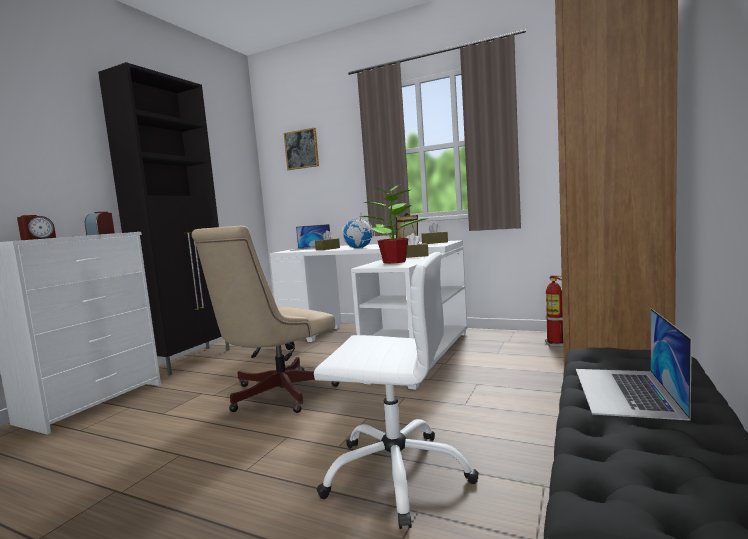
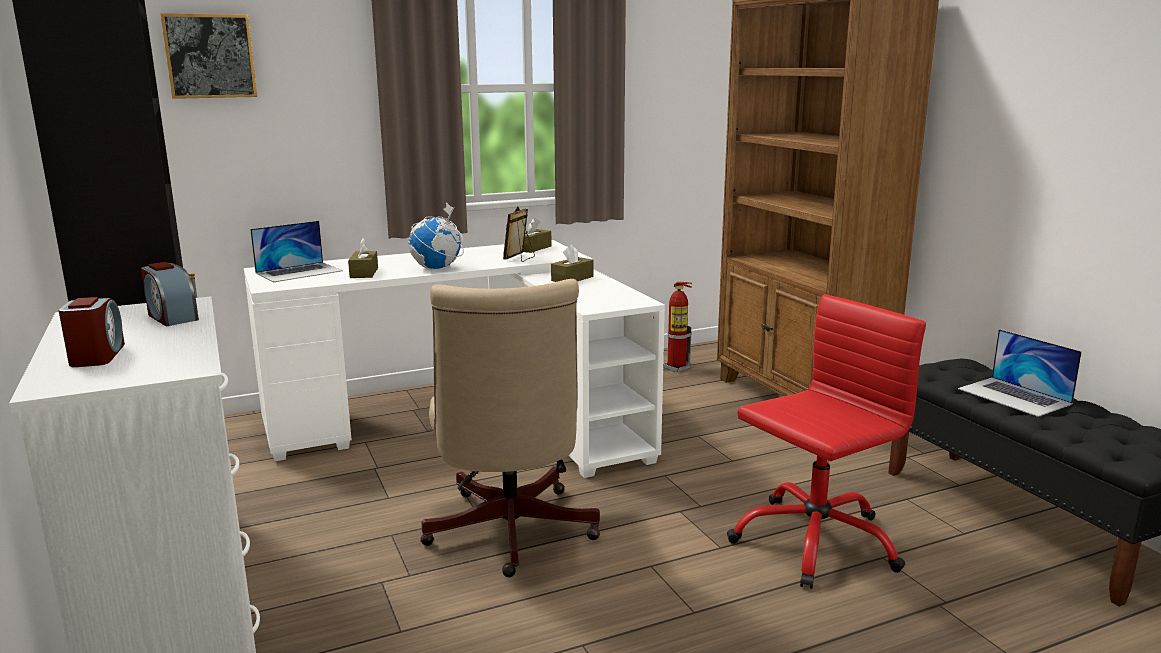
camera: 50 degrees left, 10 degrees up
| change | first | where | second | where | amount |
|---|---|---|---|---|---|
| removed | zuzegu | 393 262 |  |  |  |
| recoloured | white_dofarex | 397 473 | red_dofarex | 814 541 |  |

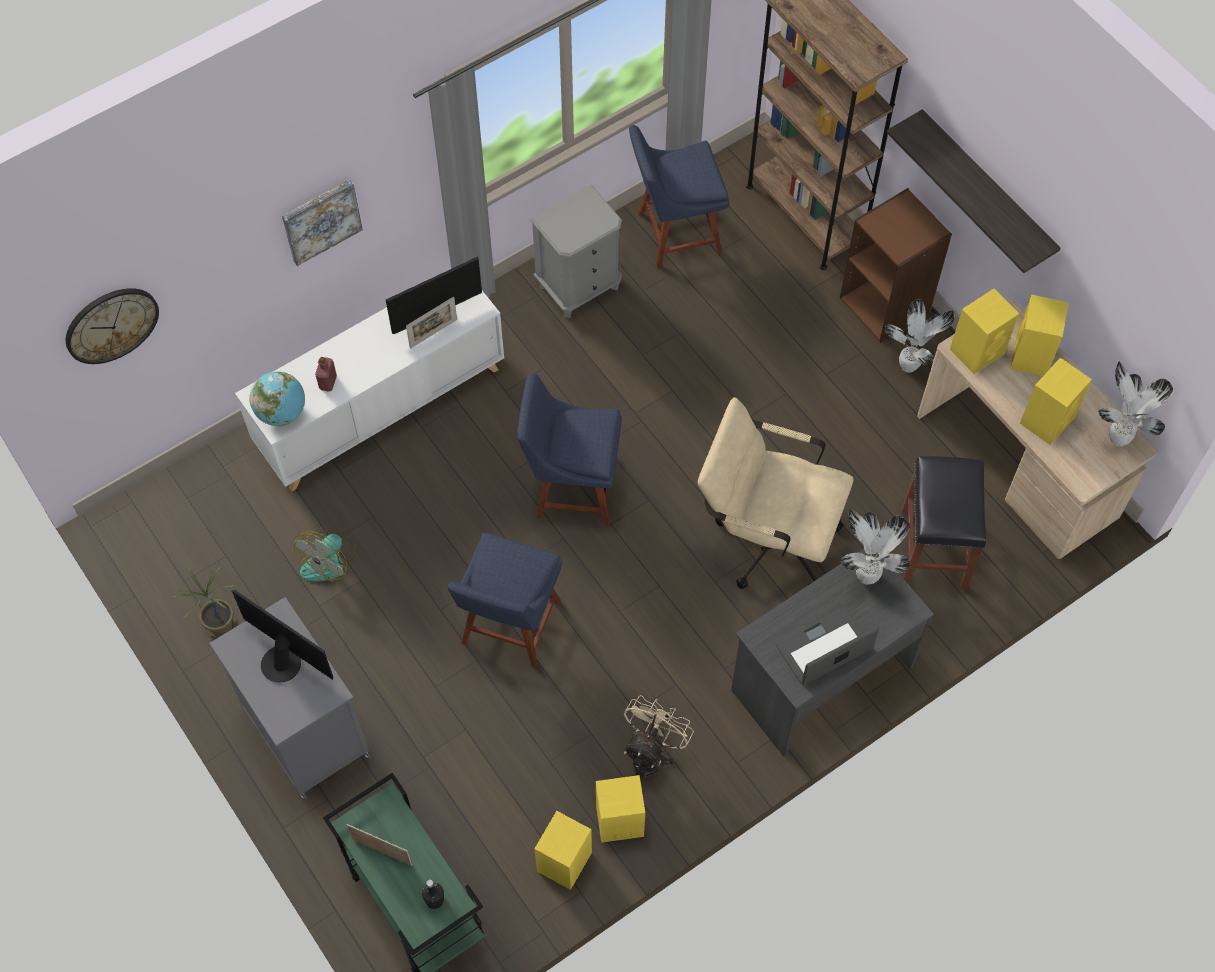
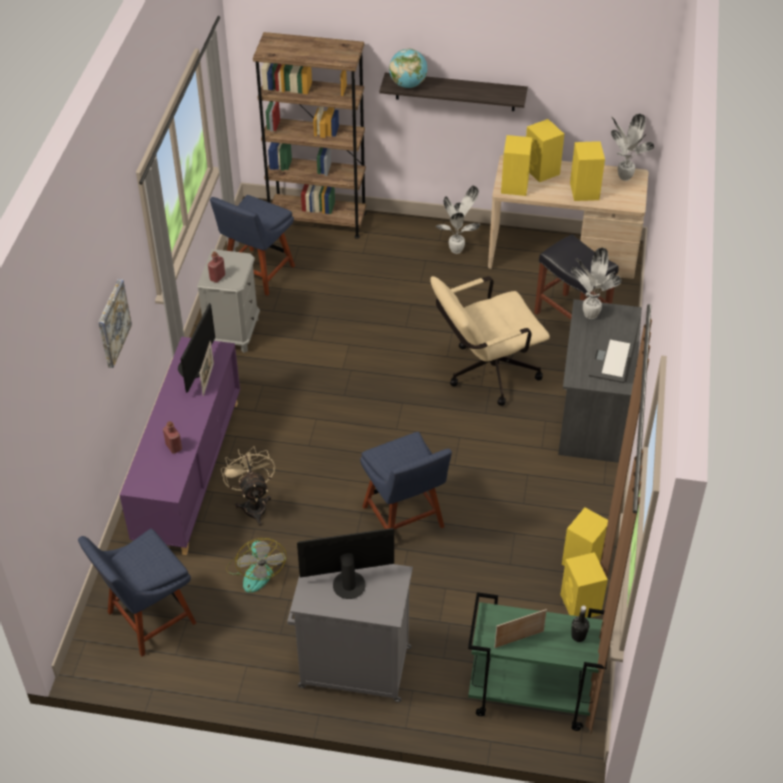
camera: 45 degrees left, 15 degrees down
| change | first | where | second | where | amount |
|---|---|---|---|---|---|
| removed | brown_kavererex | 885 304 |  |  |  |
| removed | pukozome | 111 324 |  |  |  |
| recoloured | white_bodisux | 381 408 | purple_bodisux | 189 472 |  |
| moved | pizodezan | 282 412 |  | 408 84 |  |
| moved | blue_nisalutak | 572 487 |  | 147 620 |  |
| removed | zuzegu | 220 626 |  |  |  |
| moved | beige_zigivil | 651 755 |  | 253 504 |  |
| added |  |  | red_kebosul | 217 277 |  |

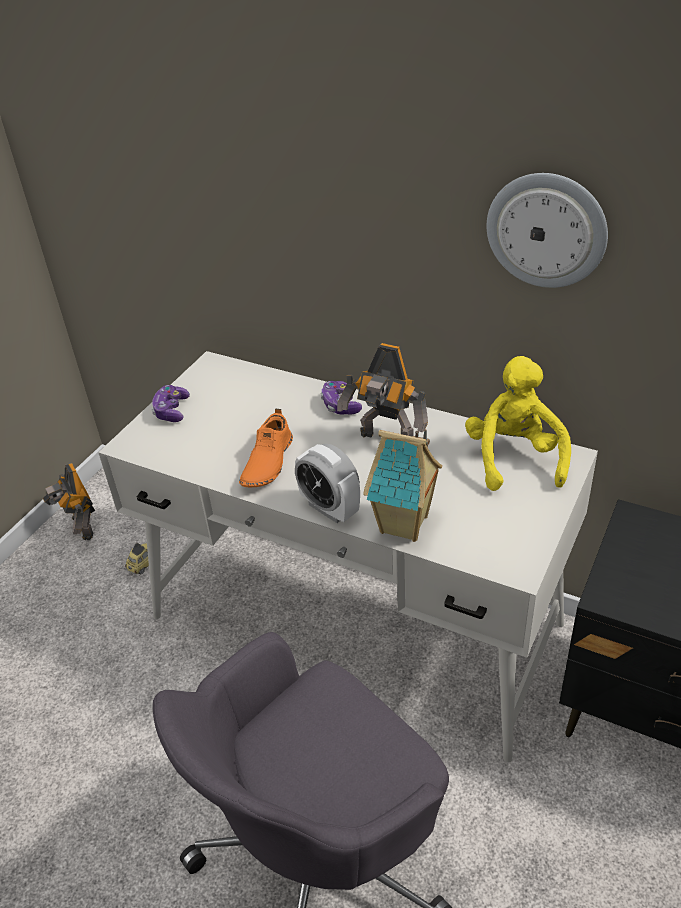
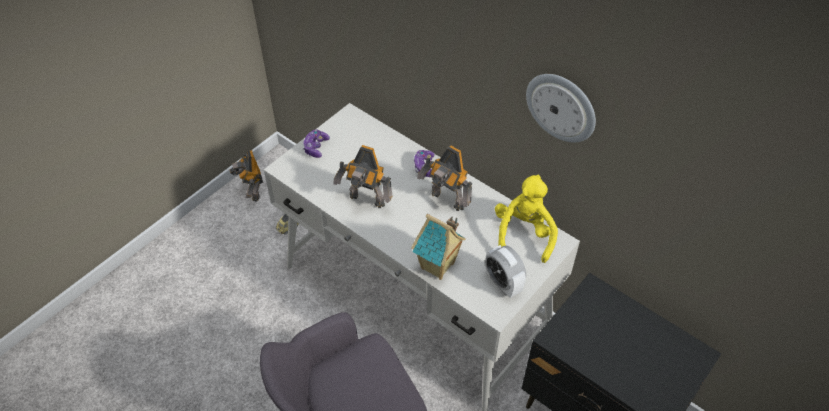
camera: 10 degrees right, 10 degrees up
| change | first | where | second | where | amount |
|---|---|---|---|---|---|
| replaced | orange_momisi | 267 462 | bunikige | 366 201 |  |
| moved | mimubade | 329 508 |  | 503 283 |  |

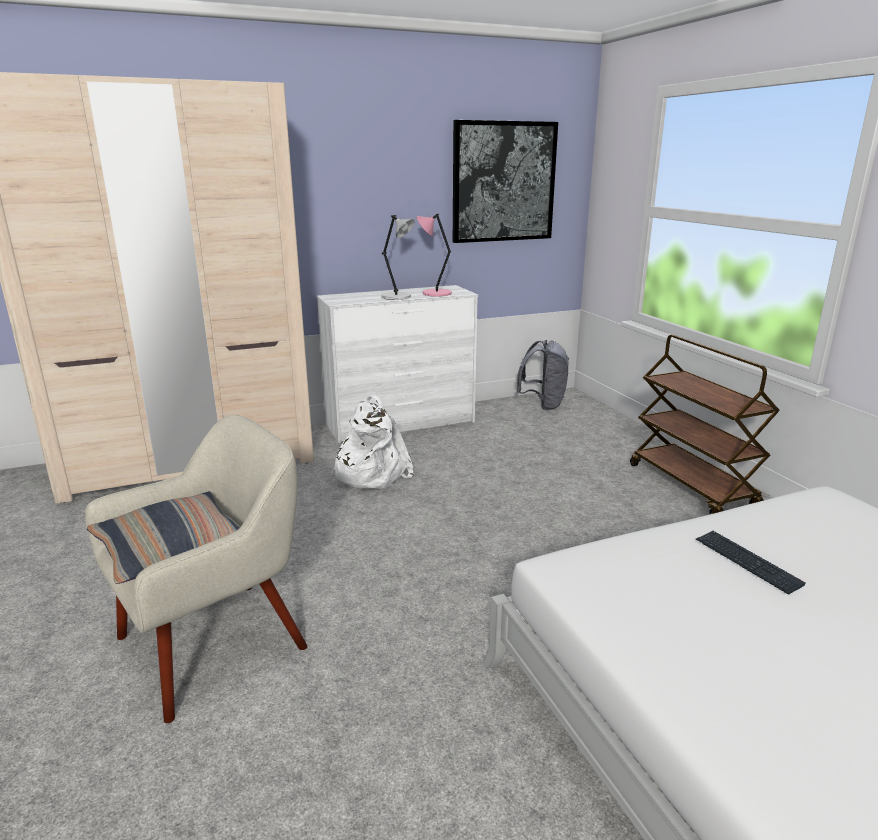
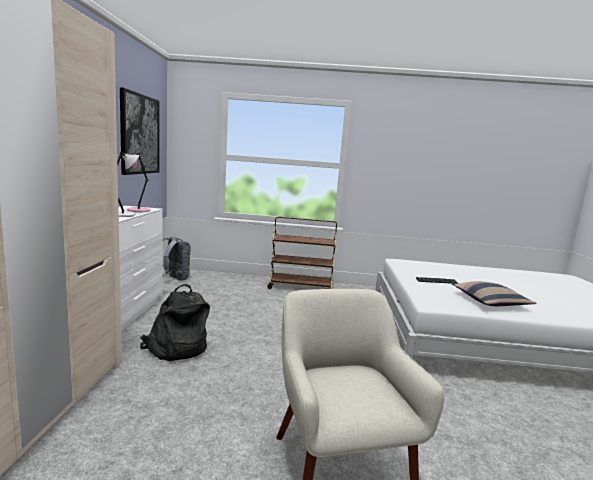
camera: 65 degrees left, 10 degrees down
| change | first | where | second | where | amount |
|---|---|---|---|---|---|
| recoloured | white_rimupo | 370 473 | black_rimupo | 176 348 |  |
| moved | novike | 171 549 |  | 490 301 |  |

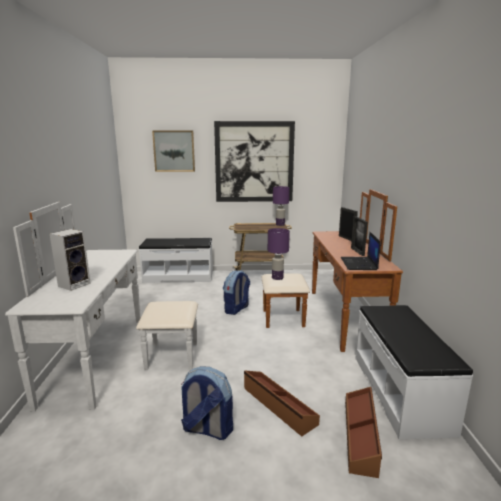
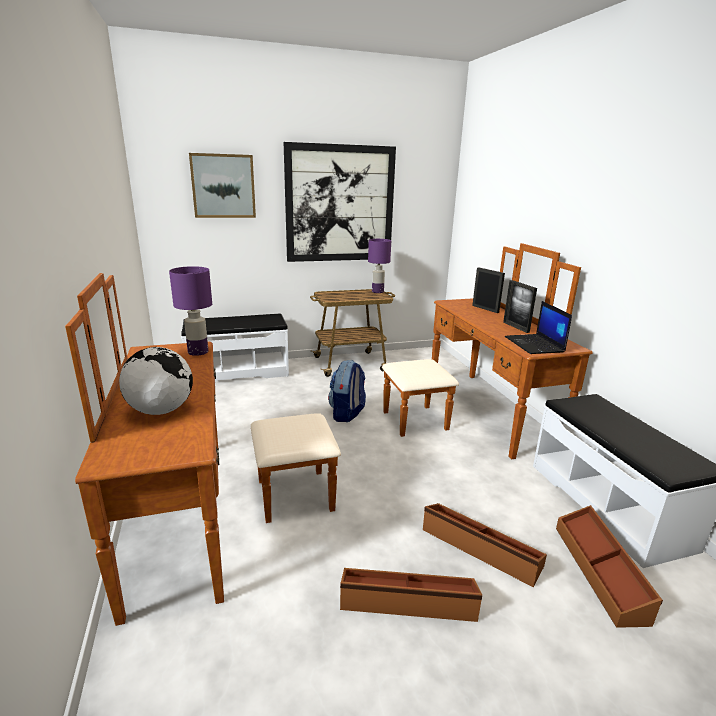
camera: 15 degrees left, 5 degrees up
| change | first | where | second | where | amount |
|---|---|---|---|---|---|
| recoloured | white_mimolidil | 114 356 | brown_mimolidil | 207 508 |  |
| moved | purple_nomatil | 277 278 |  | 198 352 |  |
| replaced | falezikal | 75 284 | pizodezan | 161 410 |  |
| replaced | rimupo | 207 429 | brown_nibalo | 407 601 |  |

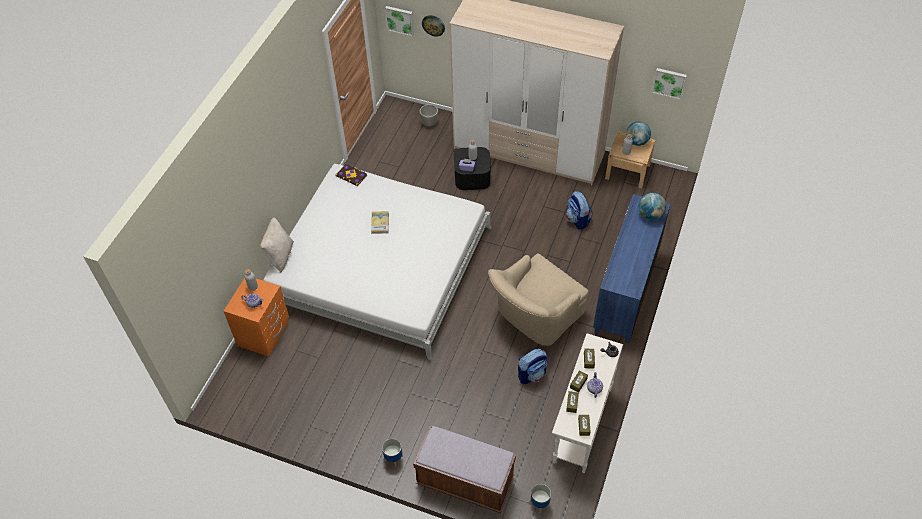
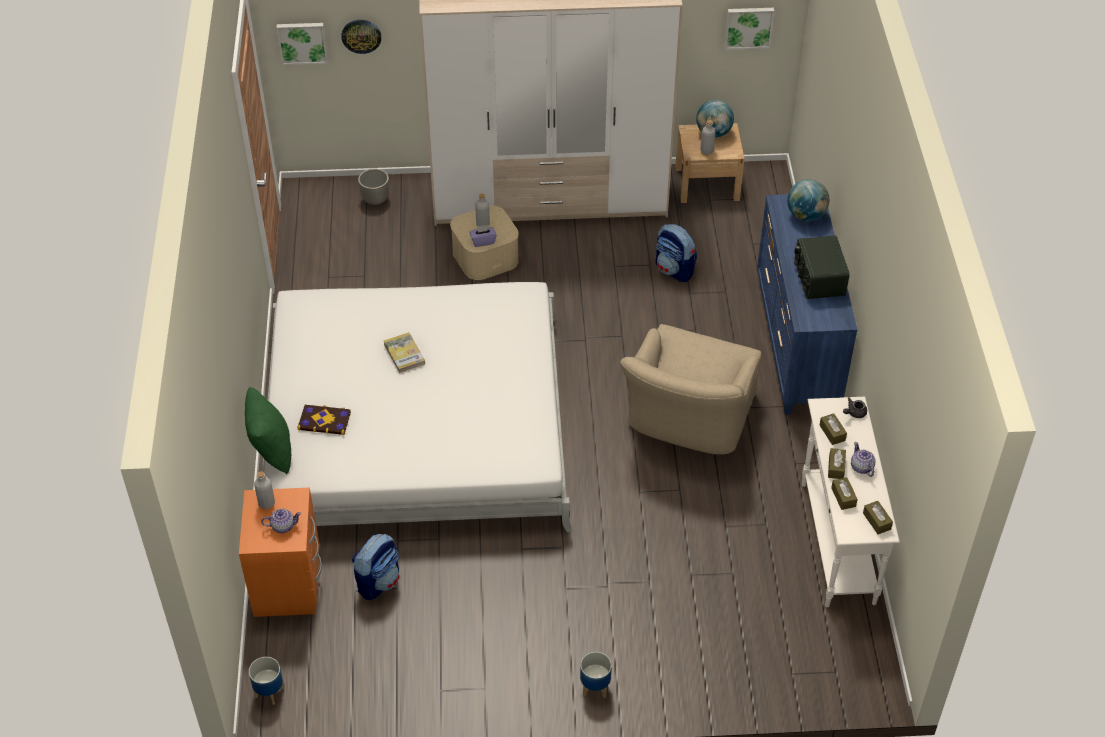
camera: 25 degrees left, 5 degrees down
| change | first | where | second | where | amount |
|---|---|---|---|---|---|
| recoloured | black_nibalo | 472 176 | beige_nibalo | 485 256 |  |
| moved | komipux | 351 175 |  | 324 420 |  |
| recoloured | beige_novike | 280 256 | green_novike | 271 450 |  |
| moved | rimupo | 532 374 |  | 378 581 |  |
| removed | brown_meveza | 465 481 |  |  |  |
| moved | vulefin | 539 503 |  | 269 692 |  |
| added |  |  | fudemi | 818 278 |  |

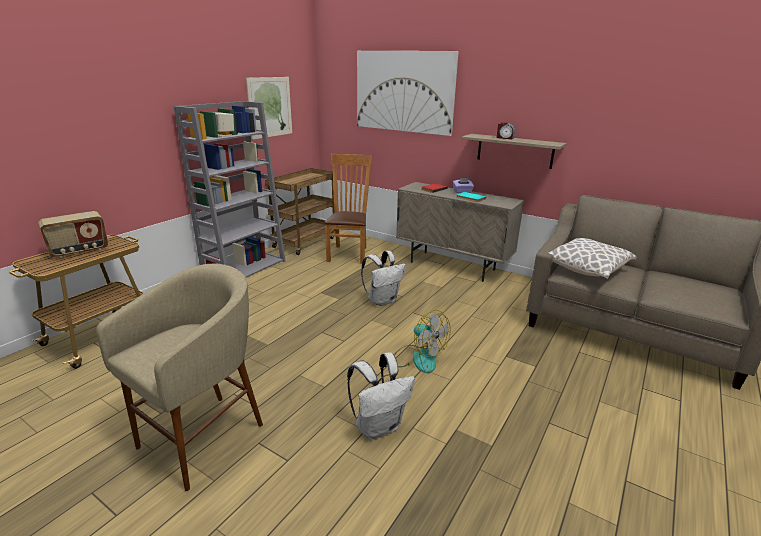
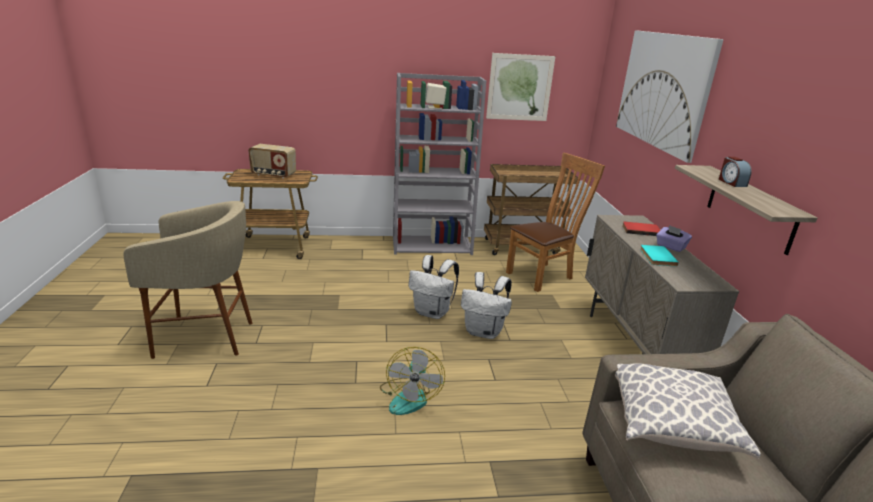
camera: 50 degrees right, 0 degrees up
| change | first | where | second | where | amount |
|---|---|---|---|---|---|
| moved | white_rimupo | 379 426 |  | 432 312 |  |

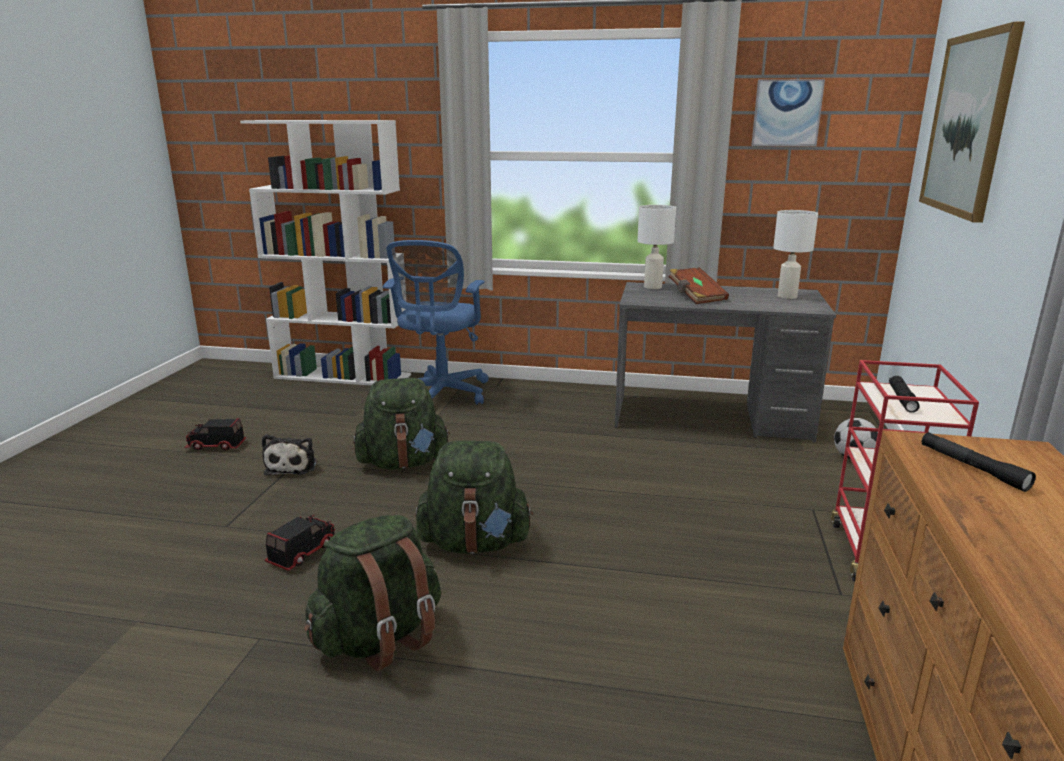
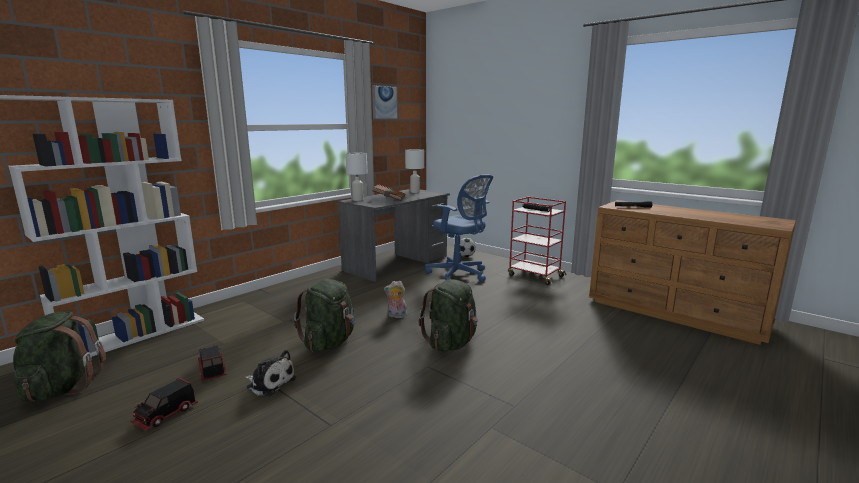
camera: 60 degrees left, 5 degrees down
| change | first | where | second | where | amount |
|---|---|---|---|---|---|
| removed | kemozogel | 968 124 |  |  |  |
| moved | blue_dofarex | 441 396 |  | 459 275 |  |
| moved | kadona | 303 552 |  | 211 369 |  |
| moved | green_rimupo | 379 638 |  | 61 388 |  |
| added |  |  | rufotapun | 396 316 |  |

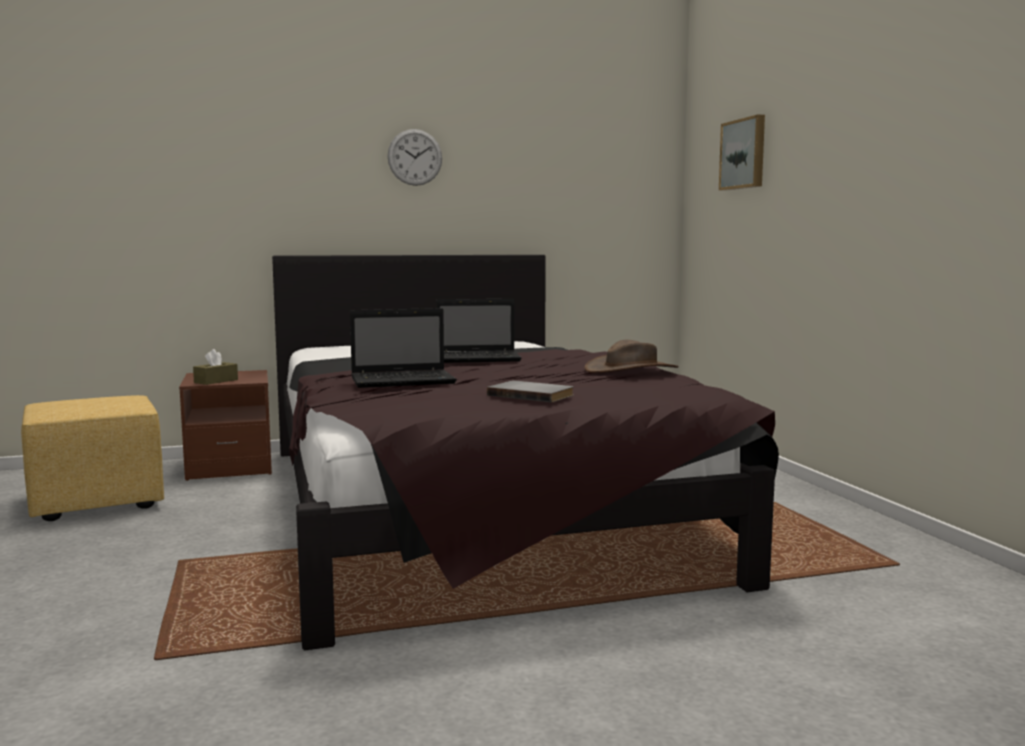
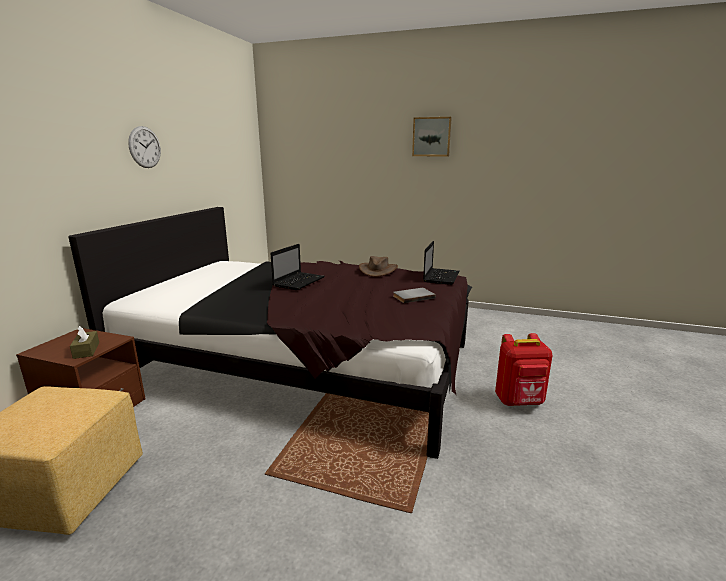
camera: 55 degrees left, 10 degrees up
| change | first | where | second | where | amount |
|---|---|---|---|---|---|
| moved | kemozogel | 744 154 |  | 431 137 |  |
| moved | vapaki | 405 381 |  | 441 277 |  |
| added |  |  | red_rimupo | 519 402 |  |

